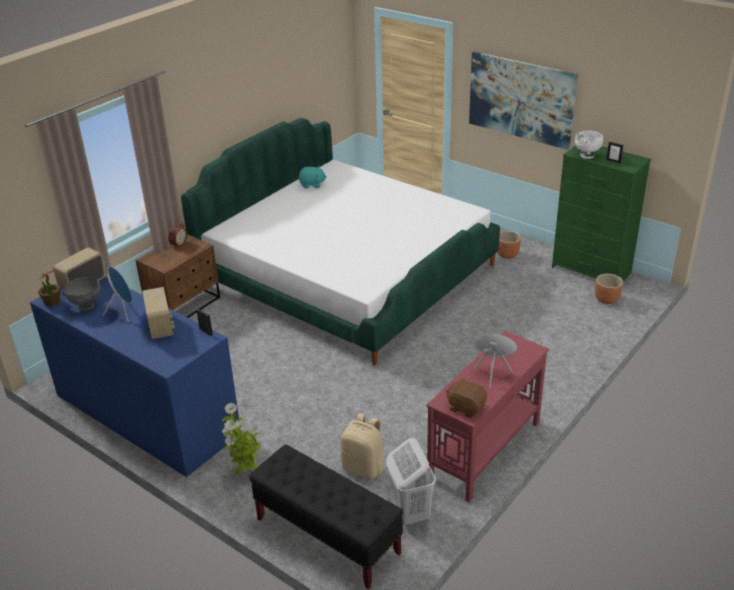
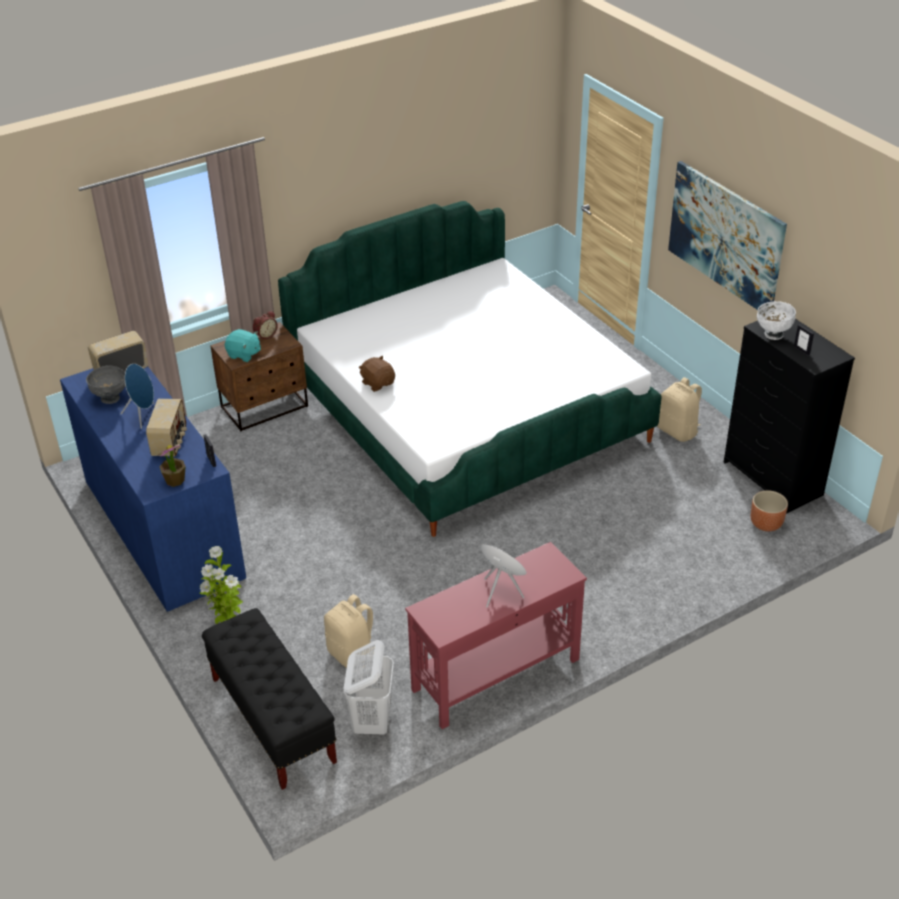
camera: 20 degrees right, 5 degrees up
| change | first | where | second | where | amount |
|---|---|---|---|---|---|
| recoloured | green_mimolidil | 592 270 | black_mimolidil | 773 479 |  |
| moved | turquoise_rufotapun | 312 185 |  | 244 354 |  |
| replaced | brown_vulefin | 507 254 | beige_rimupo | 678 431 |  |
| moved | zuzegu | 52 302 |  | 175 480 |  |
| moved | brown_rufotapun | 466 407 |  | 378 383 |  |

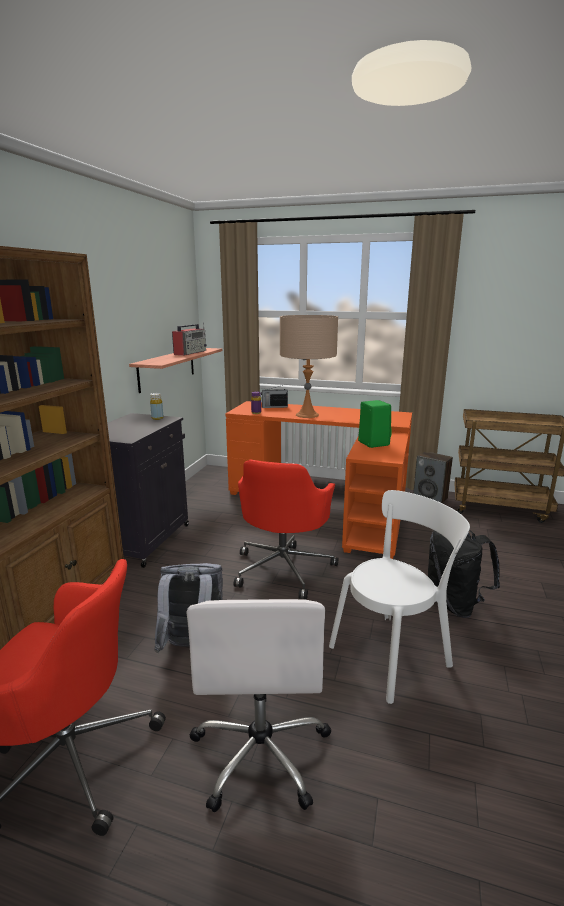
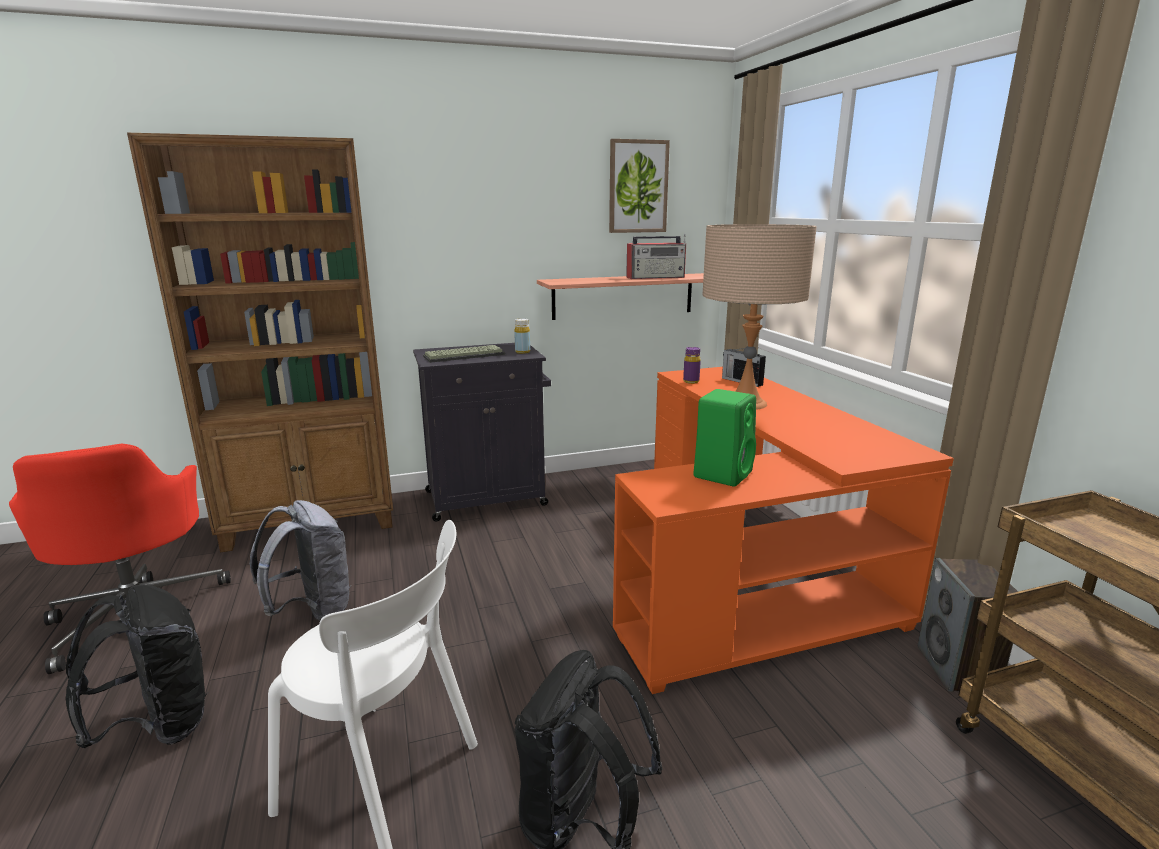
camera: 55 degrees right, 0 degrees up
| change | first | where | second | where | amount |
|---|---|---|---|---|---|
| removed | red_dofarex | 284 568 |  |  |  |
| replaced | white_dofarex | 261 751 | black_rimupo | 158 725 |  |
| added |  |  | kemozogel | 638 187 |  |
| added |  |  | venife | 464 355 |  |

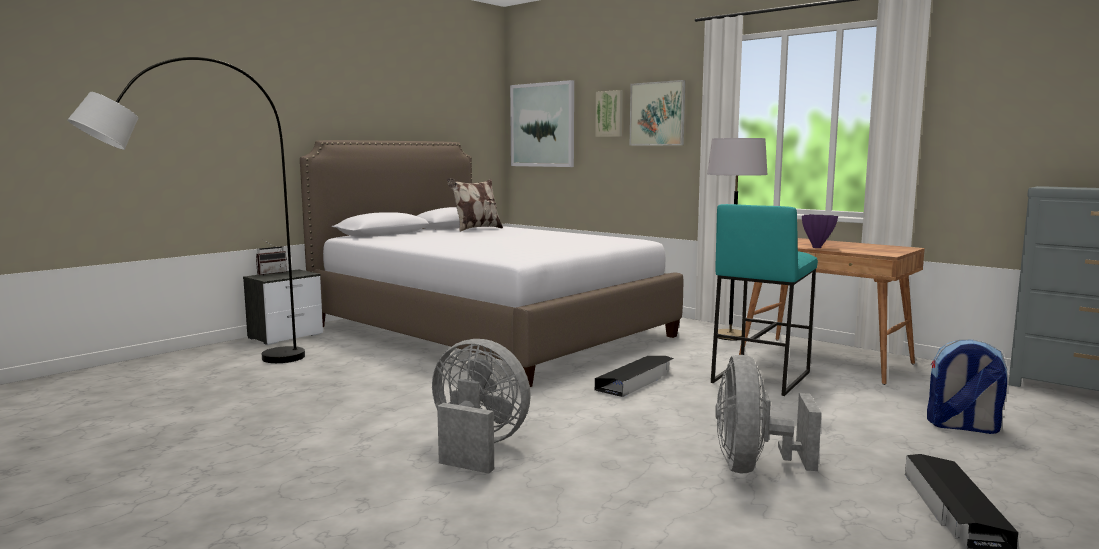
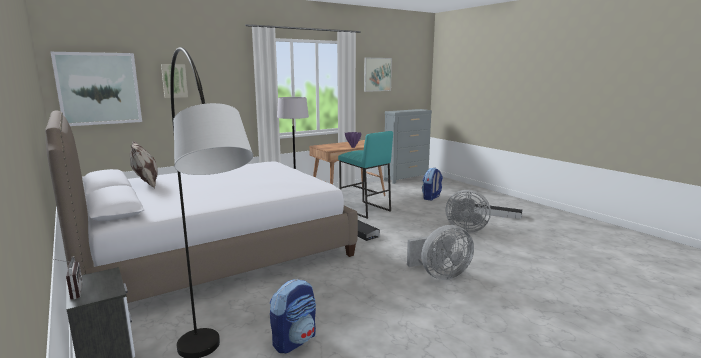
camera: 75 degrees left, 5 degrees up
| change | first | where | second | where | amount |
|---|---|---|---|---|---|
| moved | kemozogel | 657 114 |  | 377 74 |  |
| turned | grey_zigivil | 477 447 |  | 440 275 | 150 degrees counterclockwise |
| added |  |  | rimupo | 294 340 |  |

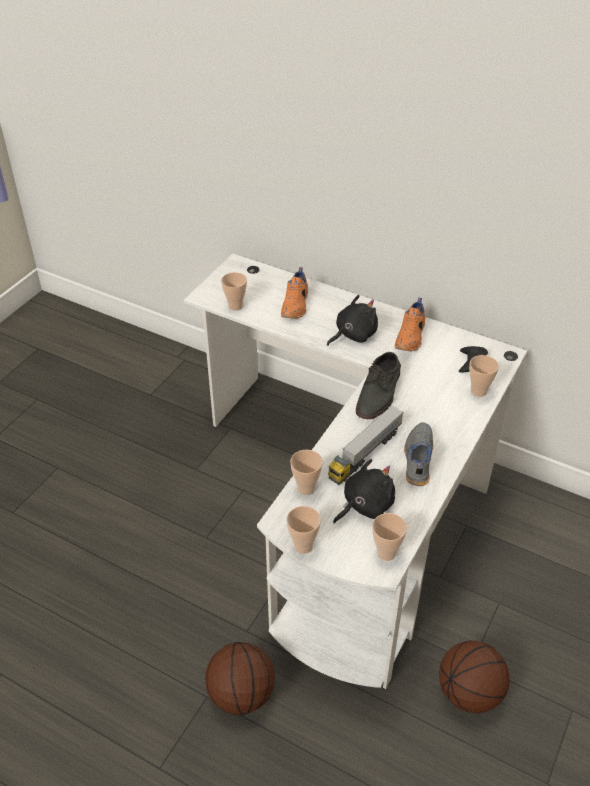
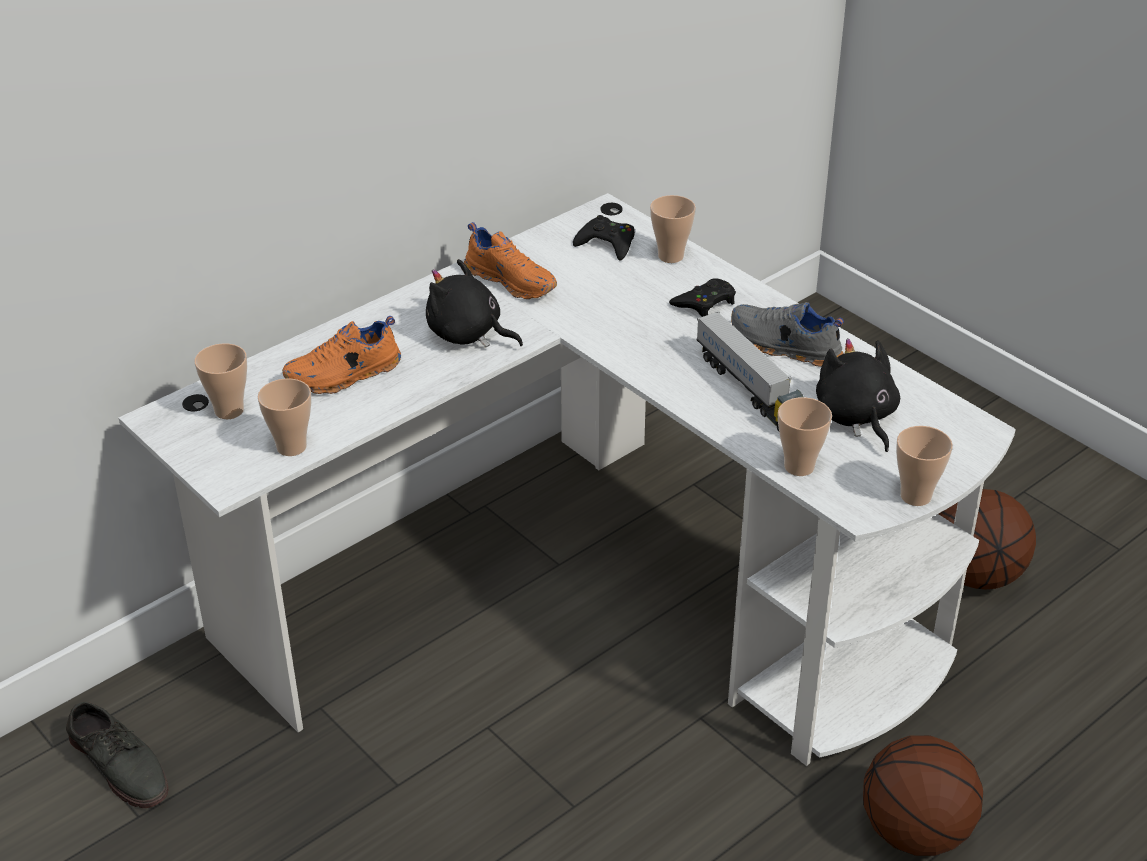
camera: 70 degrees left, 5 degrees down
| change | first | where | second | where | amount |
|---|---|---|---|---|---|
| turned | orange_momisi | 296 305 |  | 344 376 | 120 degrees clockwise |
| turned | black_rufotapun | 353 335 |  | 468 334 | 45 degrees counterclockwise |
| moved | grey_momisi | 379 393 |  | 120 764 |  |
| moved | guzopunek | 386 553 |  | 229 410 |  |
| added |  |  | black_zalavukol | 705 303 |  |

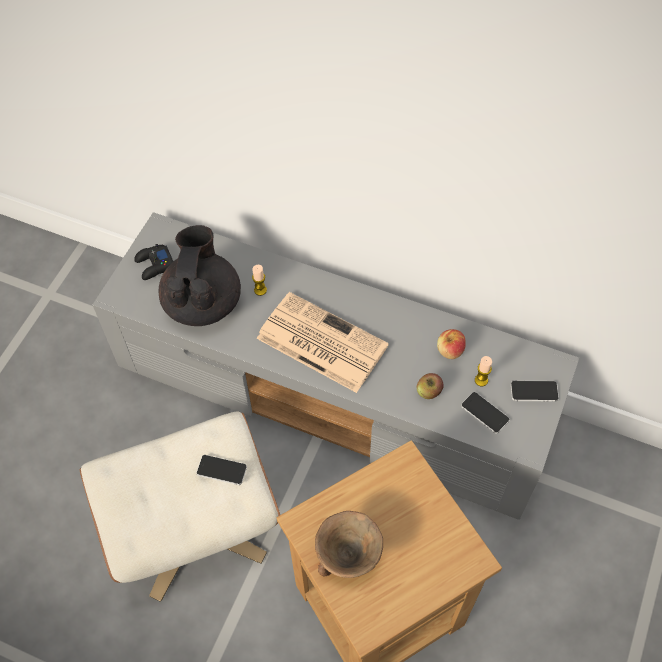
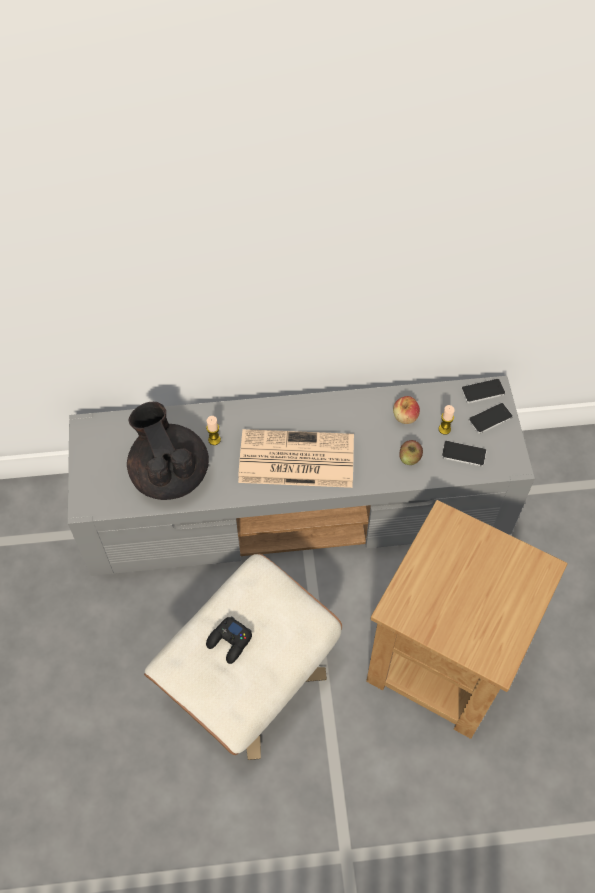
camera: 30 degrees left, 0 degrees up
| change | first | where | second | where | amount |
|---|---|---|---|---|---|
| moved | black_zalavukol | 154 265 |  | 229 642 |  |
| moved | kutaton | 221 470 |  | 482 391 |  |
| removed | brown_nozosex | 348 556 |  |  |  |

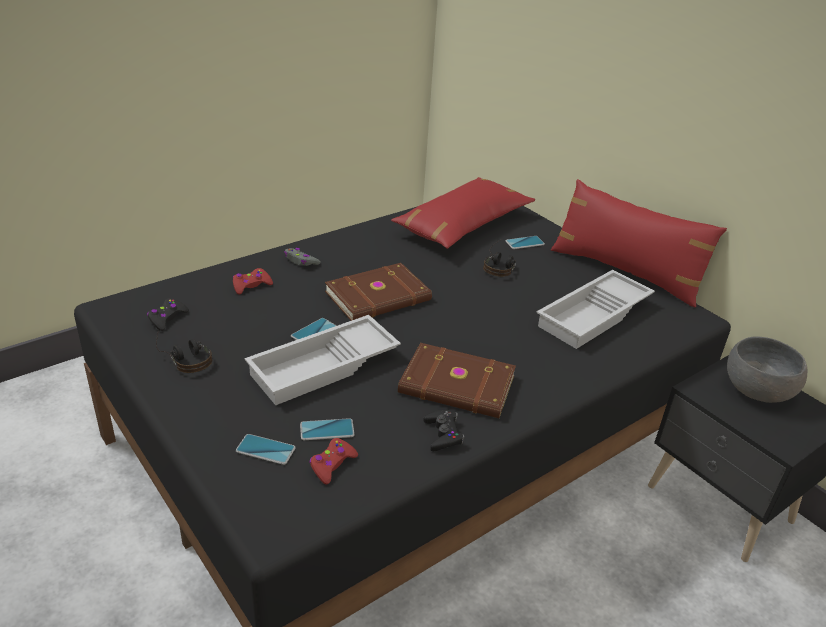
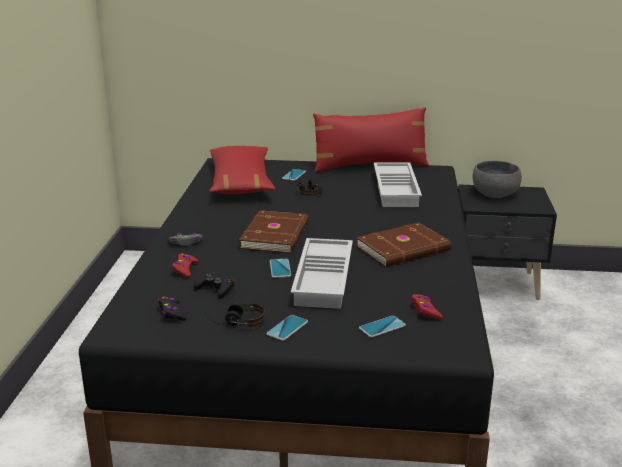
camera: 45 degrees left, 10 degrees down
| change | first | where | second | where | amount |
|---|---|---|---|---|---|
| moved | black_zalavukol | 443 434 |  | 215 289 |  |
| moved | kutaton | 327 430 |  | 287 328 |  |

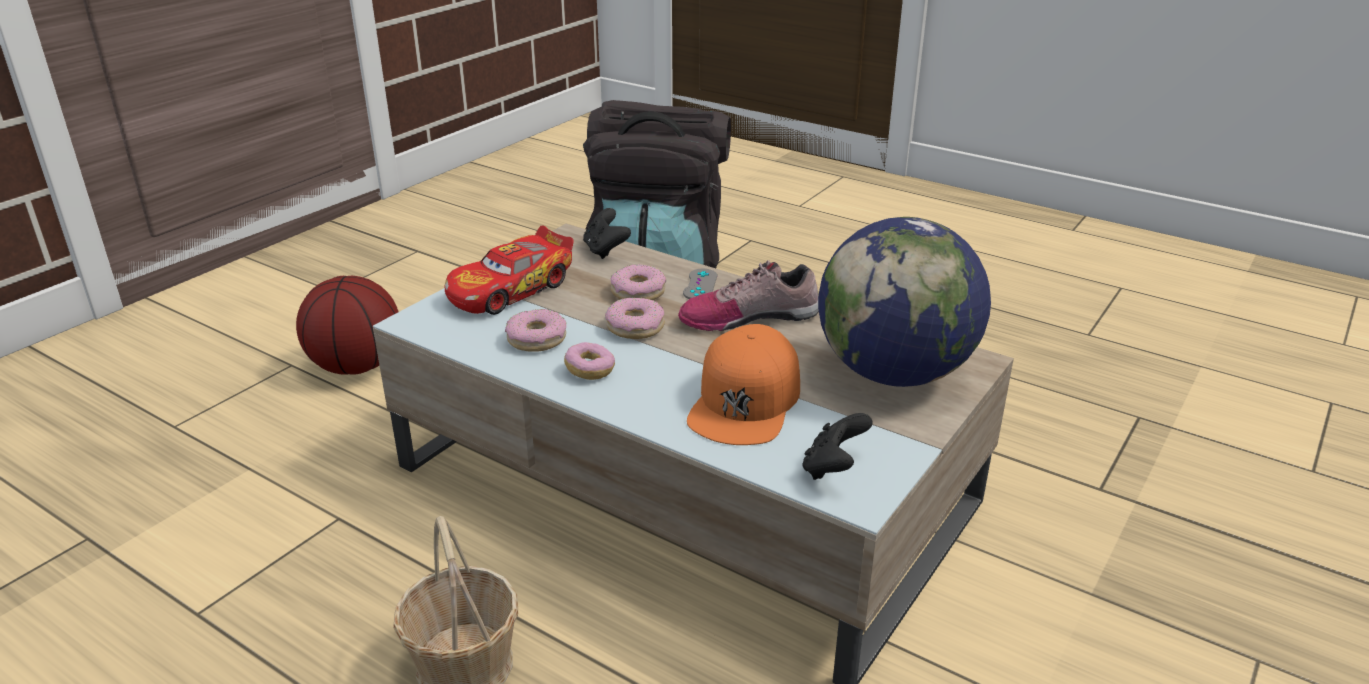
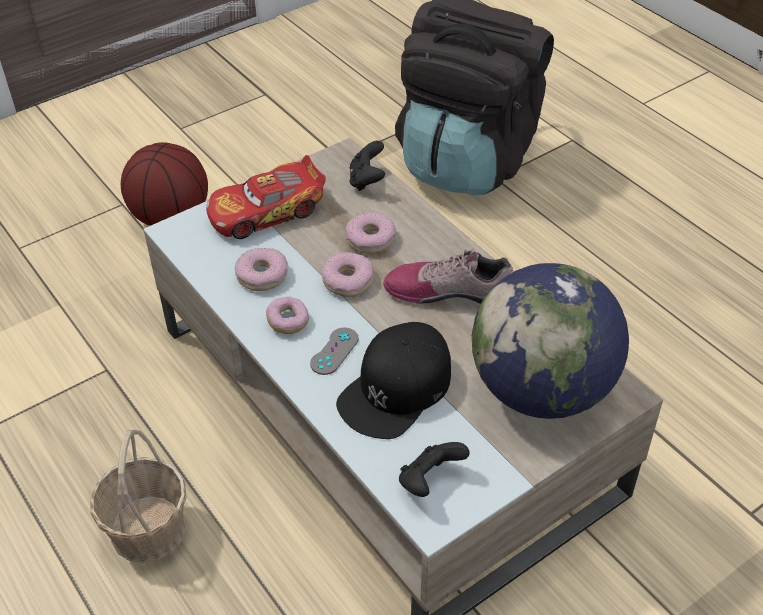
camera: 20 degrees right, 15 degrees up
| change | first | where | second | where | amount |
|---|---|---|---|---|---|
| moved | grey_zalavukol | 700 285 |  | 334 351 |  |
| recoloured | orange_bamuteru | 745 401 | black_bamuteru | 396 389 |  |

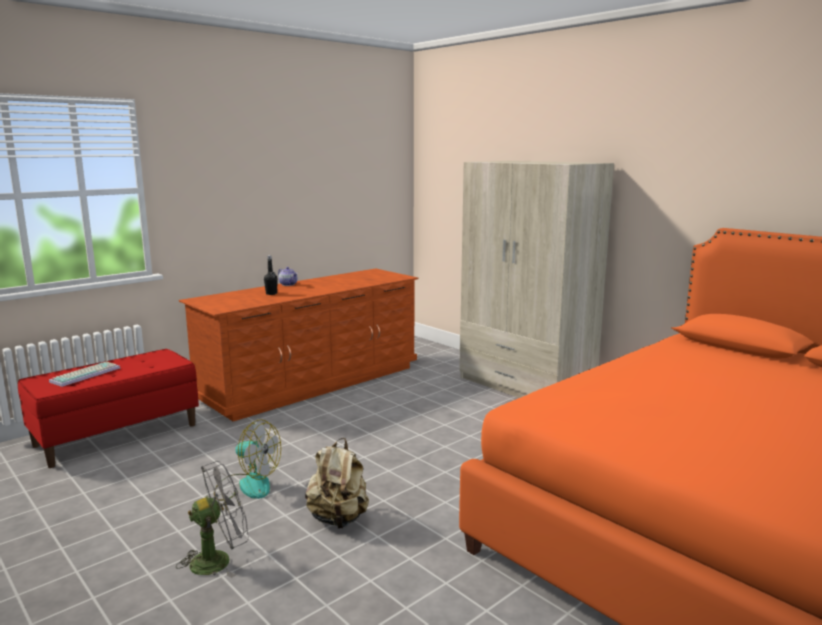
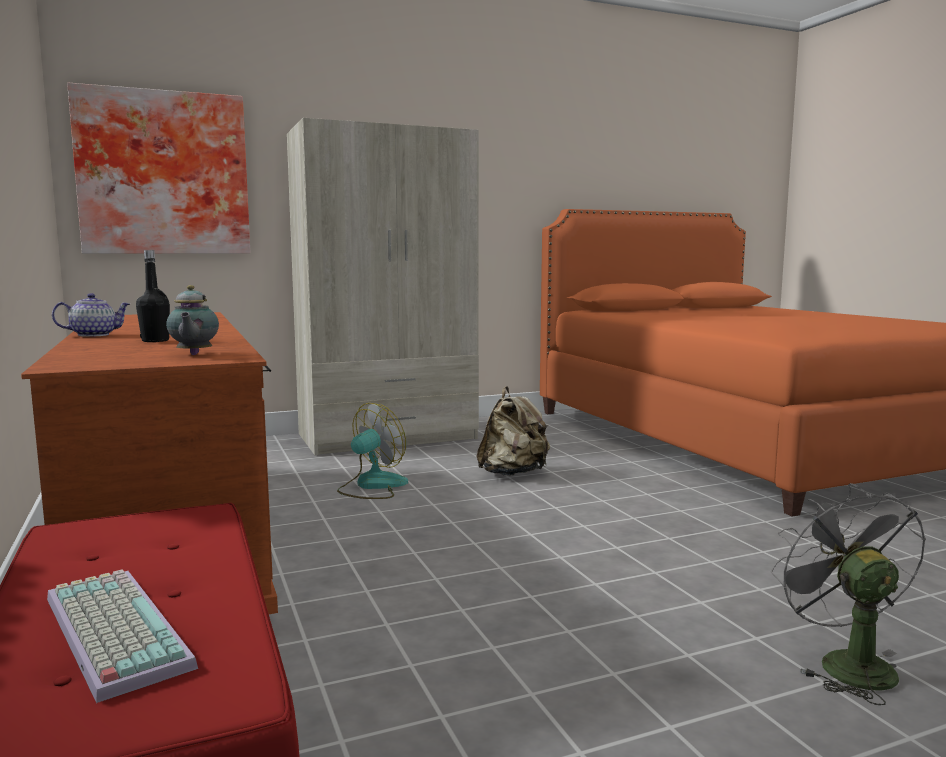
camera: 70 degrees left, 5 degrees down
| change | first | where | second | where | amount |
|---|---|---|---|---|---|
| moved | zigivil | 247 485 |  | 372 486 |  |
| moved | beige_rimupo | 338 519 |  | 513 473 |  |
| added |  |  | kemozogel | 164 174 |  |
| added |  |  | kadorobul | 193 354 |  |

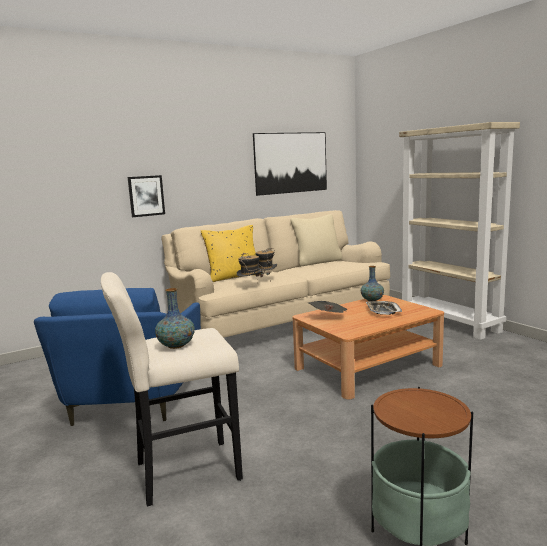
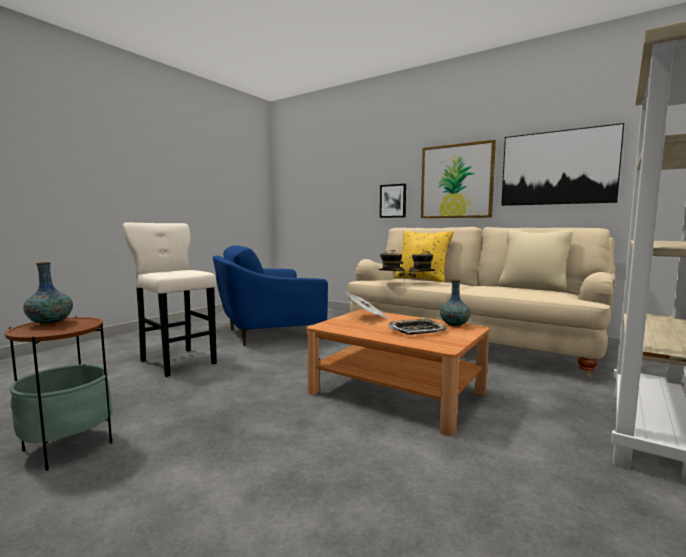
camera: 65 degrees right, 5 degrees down
| change | first | where | second | where | amount |
|---|---|---|---|---|---|
| moved | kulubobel | 176 345 |  | 50 322 |  |
| added |  |  | kemozogel | 456 181 |  |

